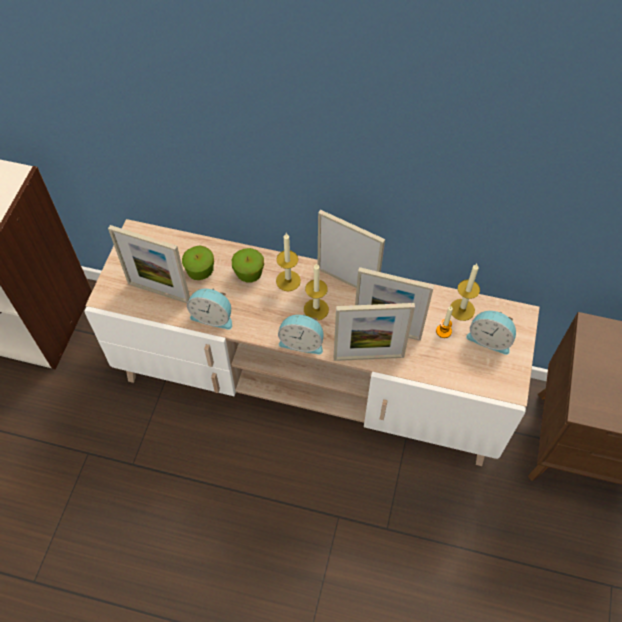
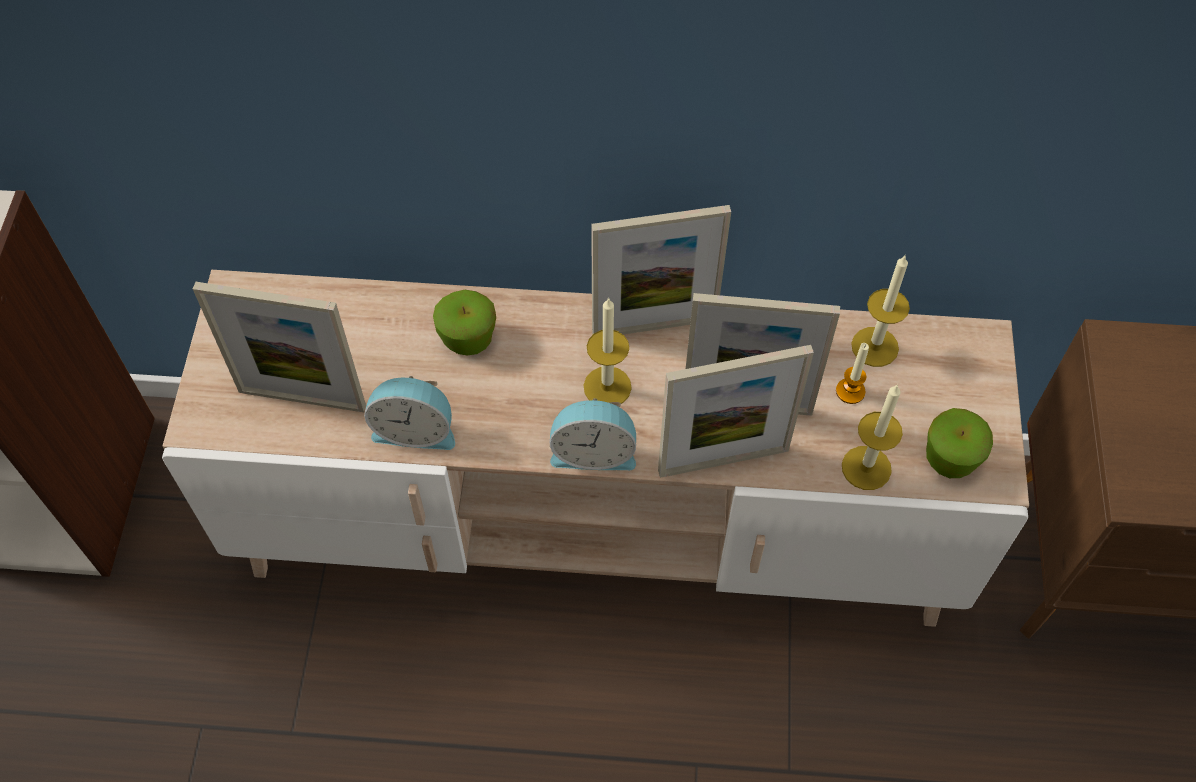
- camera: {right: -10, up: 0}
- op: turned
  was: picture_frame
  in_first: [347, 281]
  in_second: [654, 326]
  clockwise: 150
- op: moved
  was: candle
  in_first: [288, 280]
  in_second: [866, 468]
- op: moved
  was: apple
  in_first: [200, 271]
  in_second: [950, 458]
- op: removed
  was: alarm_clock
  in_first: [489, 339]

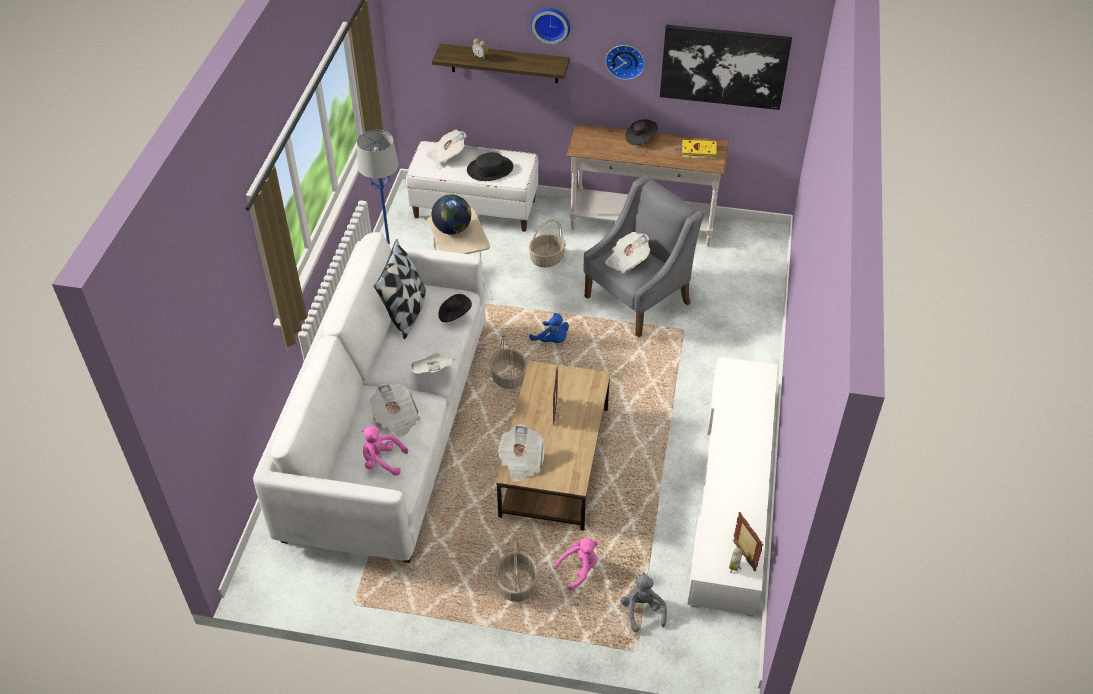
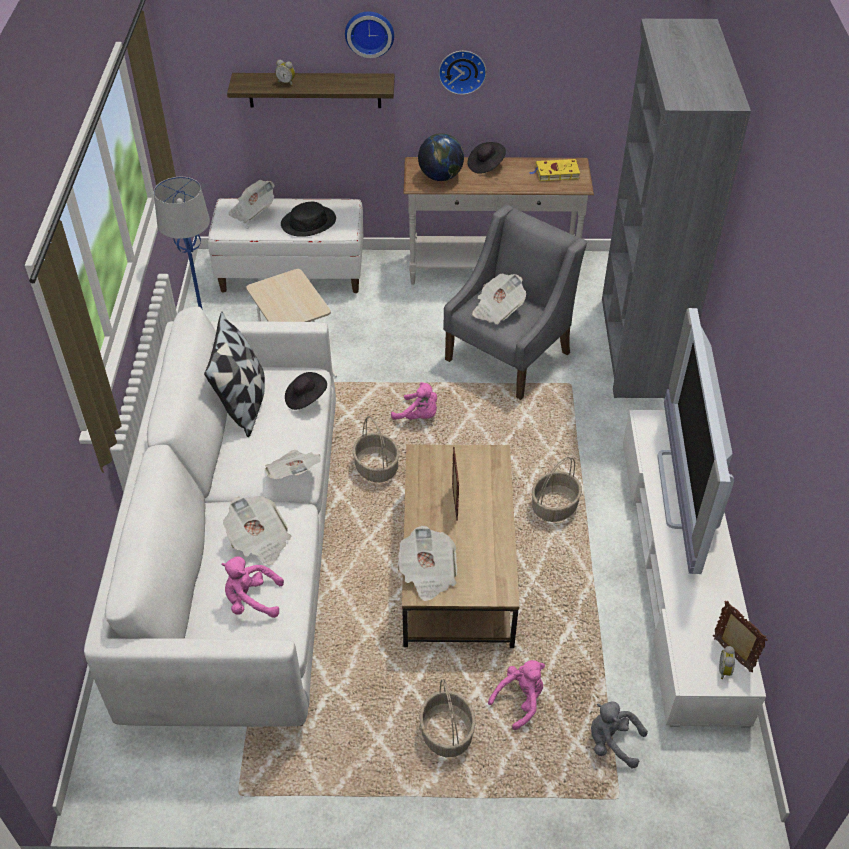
- camera: {right: -10, up: 0}
- op: removed
  was: picture
  in_first: [724, 66]
- op: moved
  was: globe
  in_first: [452, 229]
  in_second: [440, 177]
- op: moved
  was: basket
  in_first: [547, 258]
  in_second: [554, 506]
- op: recoloured
  was: blue_plush_toy
  now: pink_plush_toy
  in_first: [552, 340]
  in_second: [418, 416]
- op: turned
  was: grey_plush_toy
  in_first: [642, 611]
  in_second: [612, 742]
  clockwise: -45
- op: added
  now: grey_bookcase
  in_second: [638, 347]
- op: added
  now: television
  in_second: [682, 490]

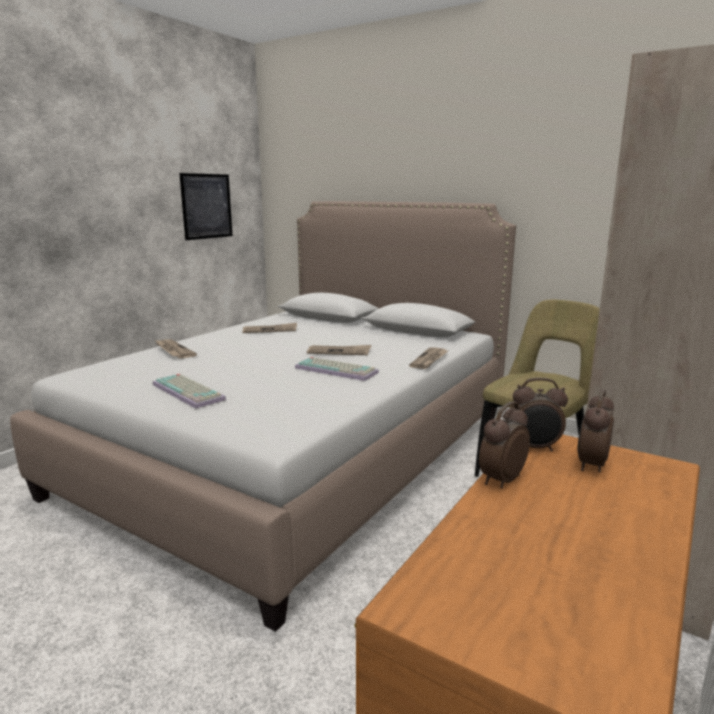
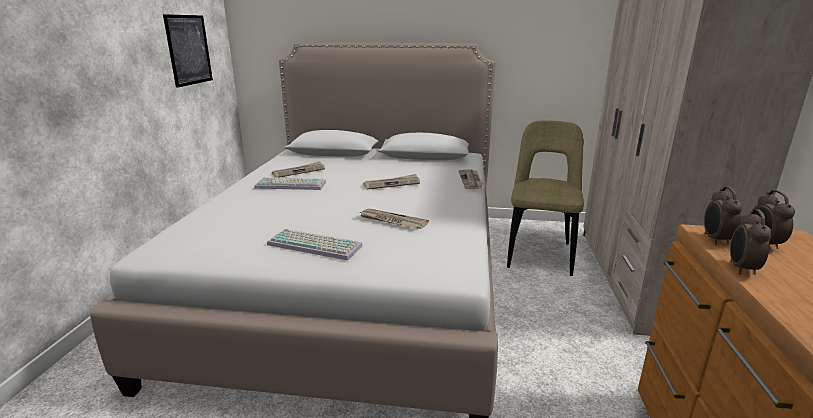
- camera: {right: -25, up: 5}
- op: moved
  was: newspaper
  in_first: [173, 350]
  in_second: [392, 221]
- op: moved
  was: keyboard
  in_first: [338, 370]
  in_second: [292, 185]
- op: turned
  was: alarm_clock
  in_first: [534, 448]
  in_second: [715, 240]
  clockwise: 120

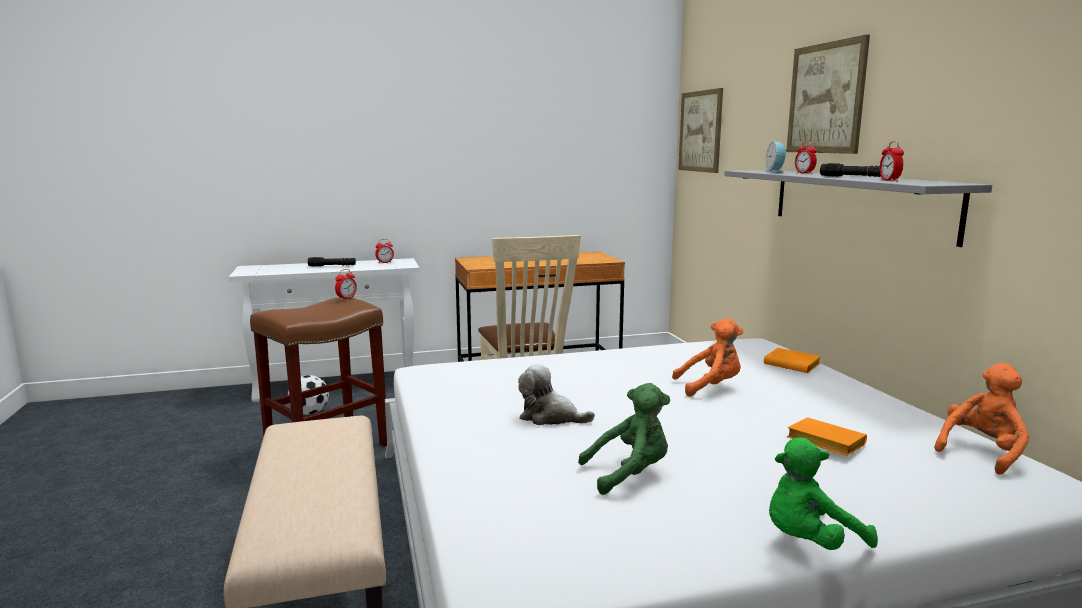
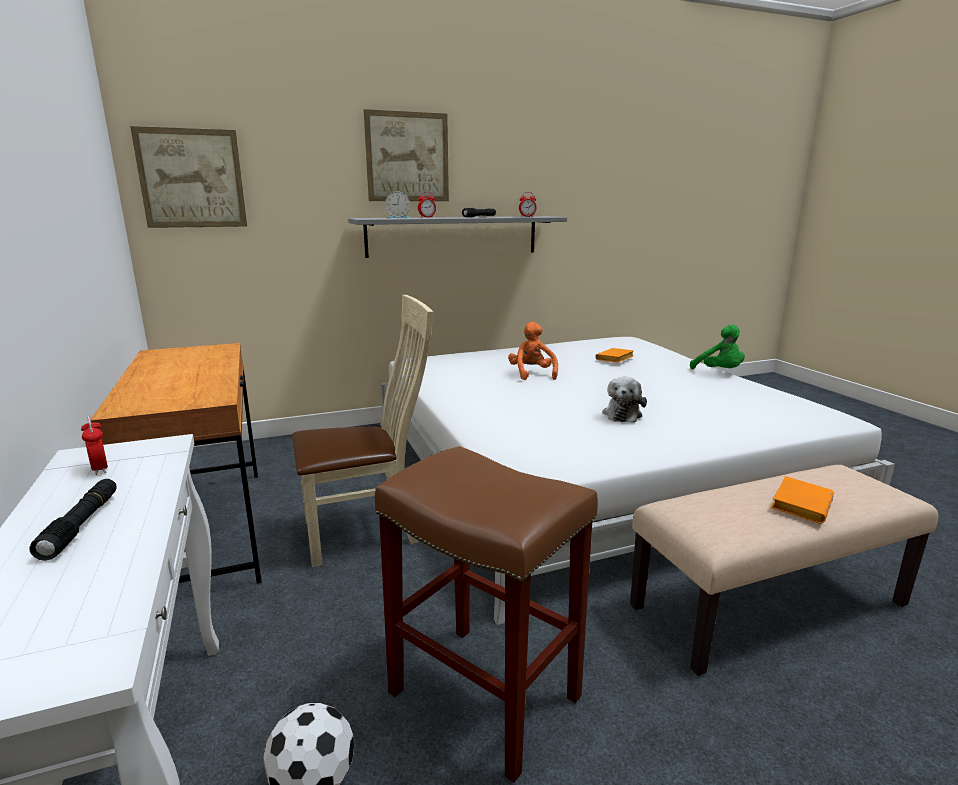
- camera: {right: -95, up: 5}
- op: removed
  was: alarm_clock
  in_first: [346, 298]
- op: moved
  was: orange_book
  in_first: [793, 365]
  in_second: [799, 504]
- op: removed
  was: orange_plush_toy
  in_first: [982, 452]
- op: removed
  was: green_plush_toy
  in_first: [629, 474]

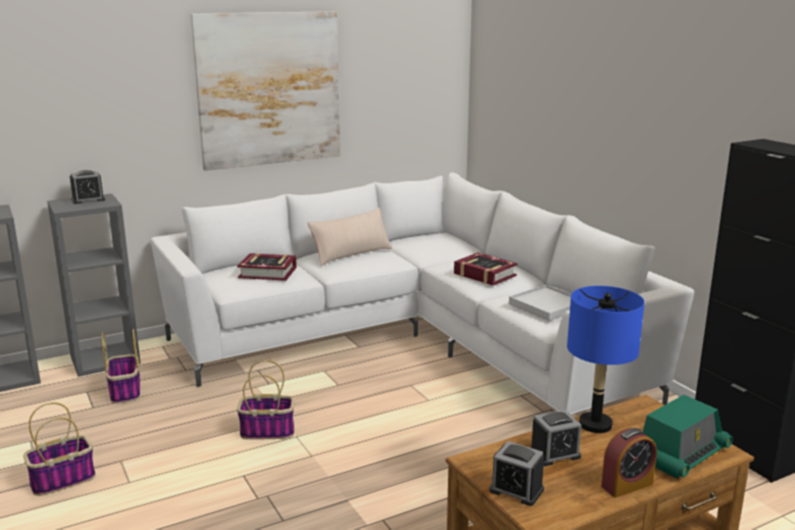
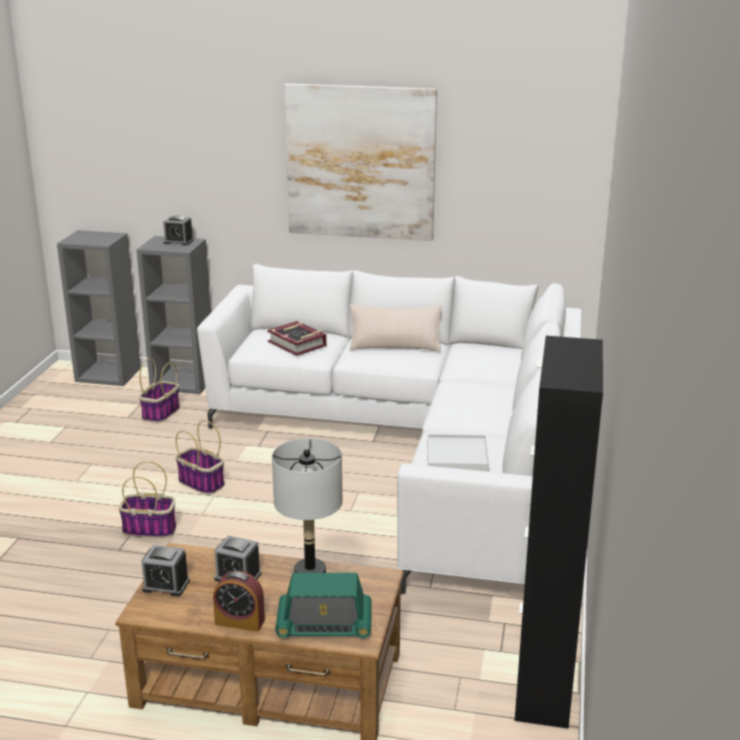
- camera: {right: 40, up: 5}
- op: removed
  was: book
  in_first: [484, 275]
- op: recoloured
  was: blue_table_lamp
  now: grey_table_lamp
  in_first: [595, 425]
  in_second: [310, 572]
- op: moved
  was: basket
  in_first: [63, 480]
  in_second: [150, 529]
- op: turned
  was: alarm_clock
  in_first: [516, 490]
  in_second: [166, 585]
  clockwise: -60

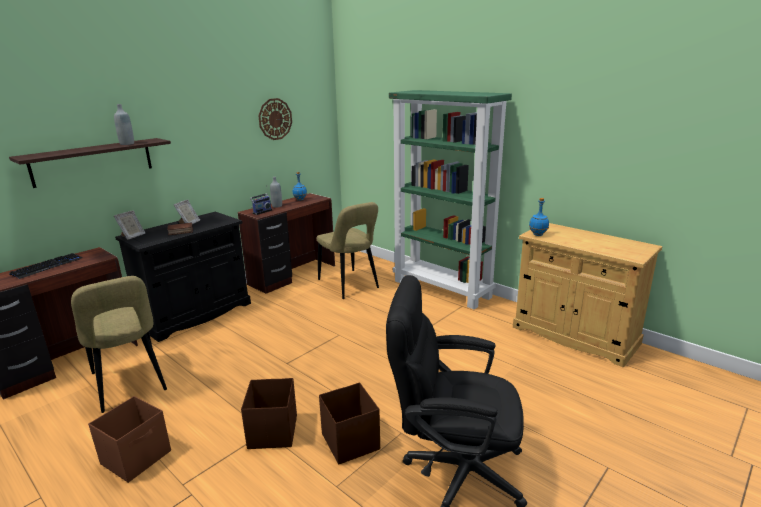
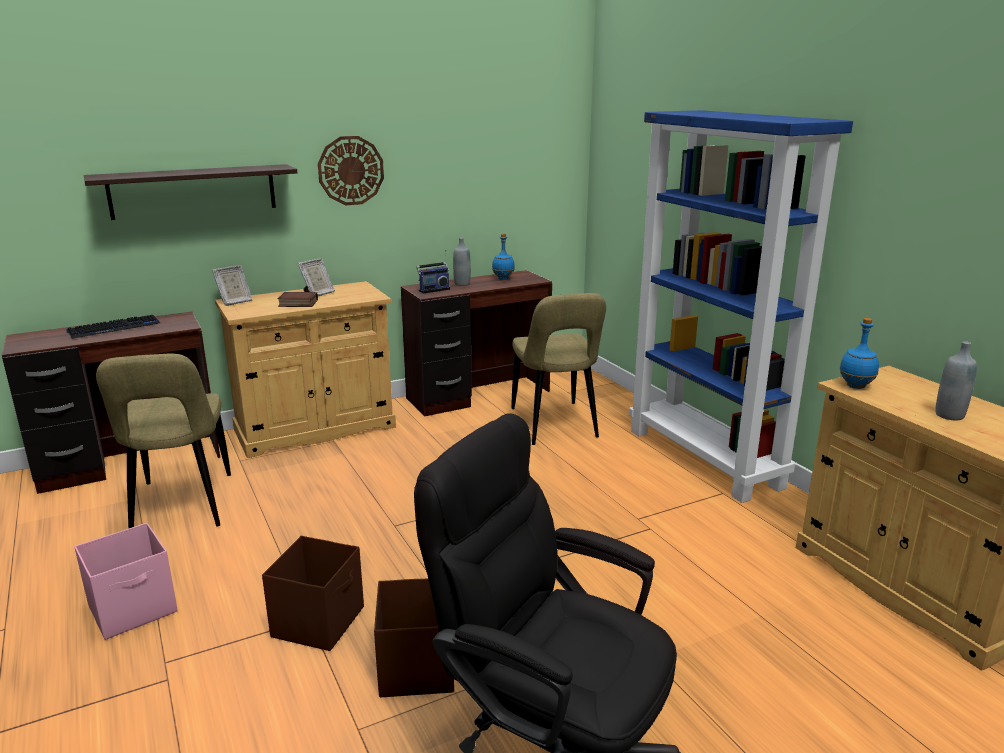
- camera: {right: 20, up: 0}
- op: recoloured
  was: green_bookcase
  now: blue_bookcase
  in_first: [443, 289]
  in_second: [705, 458]
- op: moved
  was: wall_clock
  in_first: [275, 119]
  in_second: [351, 170]
- op: moved
  was: grey_bottle
  in_first: [127, 144]
  in_second: [949, 415]
- op: recoloured
  was: black_cabinet
  now: beige_cabinet
  in_first: [196, 314]
  in_second: [315, 429]
- op: recoloured
  was: brown_storage_box
  now: pink_storage_box
  in_first: [137, 457]
  in_second: [134, 609]

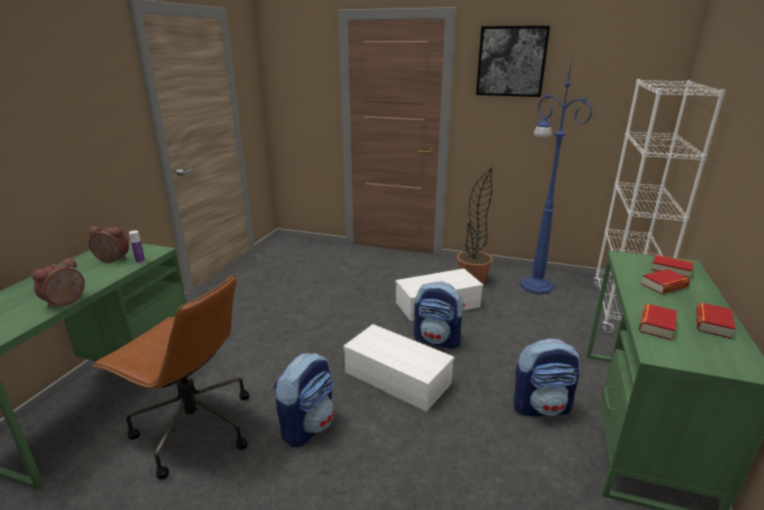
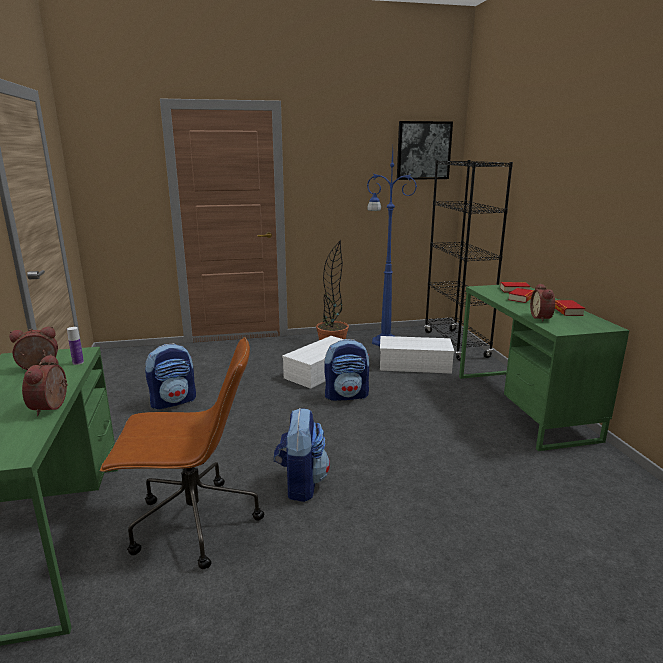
- camera: {right: -30, up: -5}
- op: moved
  was: picture
  in_first: [511, 61]
  in_second: [423, 150]
- op: recoloured
  was: white_bookcase
  now: black_bookcase
  in_first: [621, 310]
  in_second: [456, 344]
- op: replaced
  was: book
  now: alarm_clock
  in_first: [656, 325]
  in_second: [542, 318]
- op: moved
  was: white_storage_box
  in_first: [399, 377]
  in_second: [415, 364]
- op: moved
  was: backpack
  in_first: [541, 407]
  in_second: [173, 401]

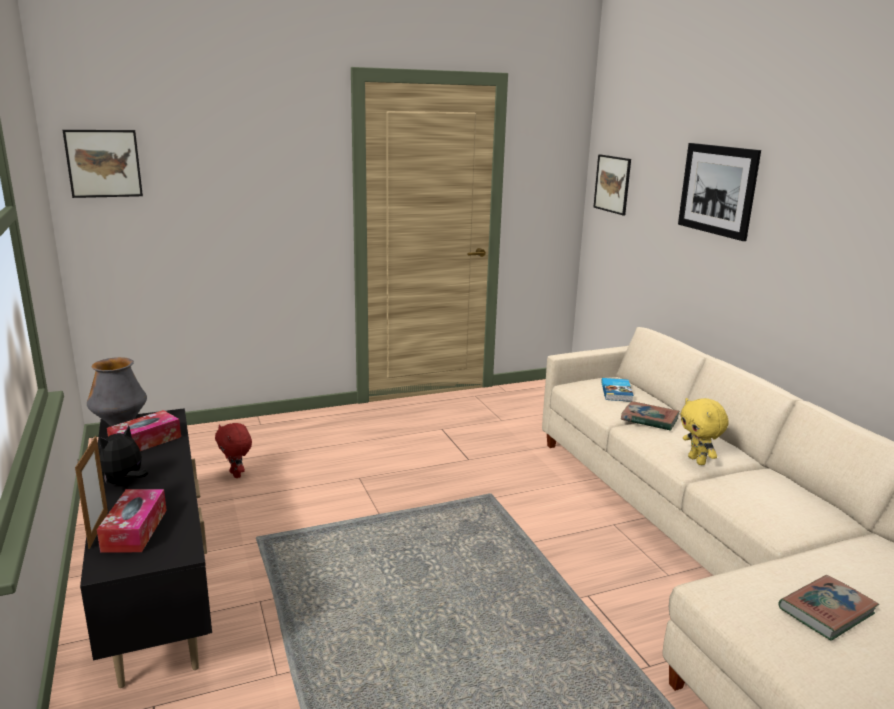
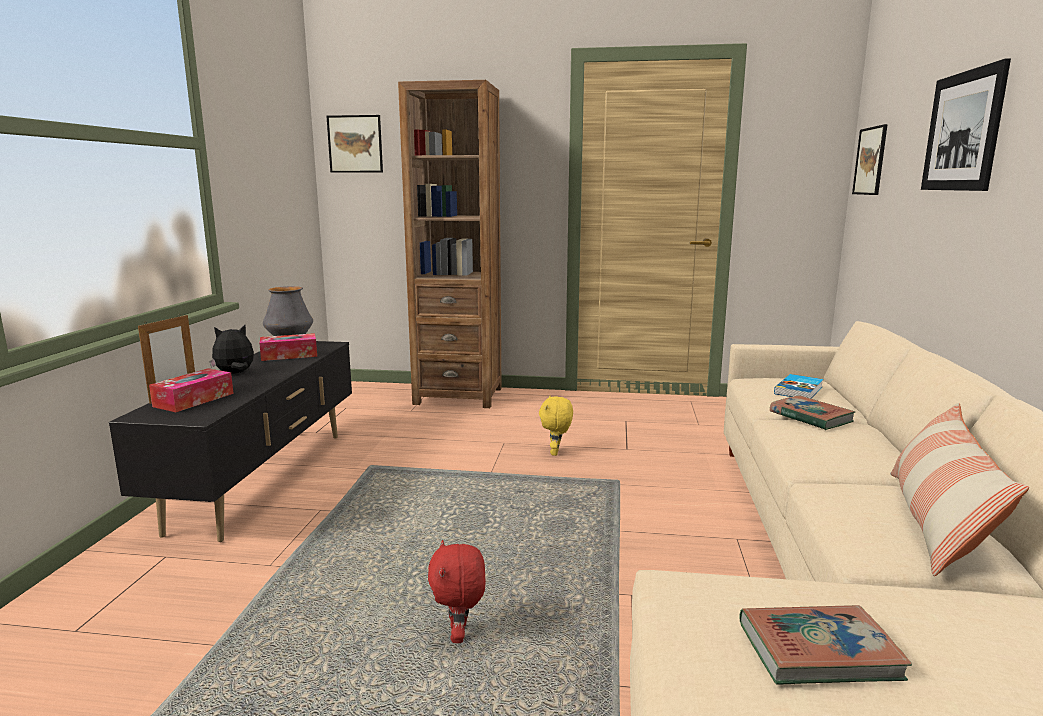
- camera: {right: 30, up: -5}
- op: moved
  was: yellow_plush_toy
  in_first: [698, 461]
  in_second: [556, 452]
- op: moved
  was: red_plush_toy
  in_first: [236, 474]
  in_second: [459, 635]
- op: added
  now: brown_bookcase
  in_second: [458, 396]
- op: added
  now: pillow
  in_second: [936, 522]

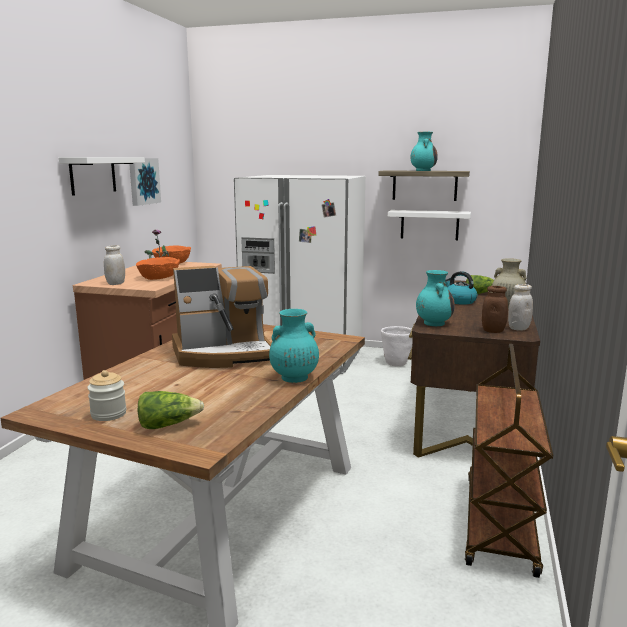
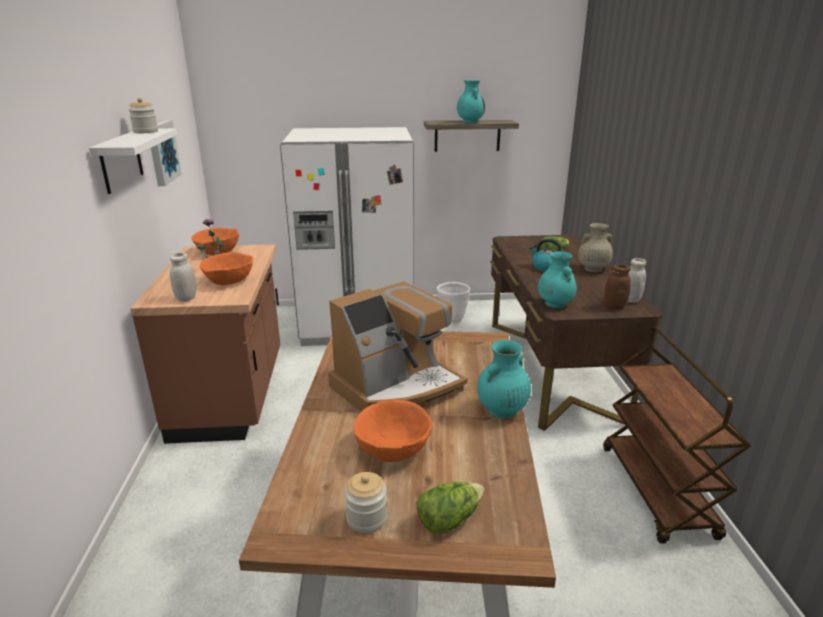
- camera: {right: -20, up: 10}
- op: removed
  was: white_shelf
  in_first: [429, 225]
- op: added
  now: jar
  in_second: [145, 132]
- op: added
  now: orange_bowl
  in_second: [392, 448]

